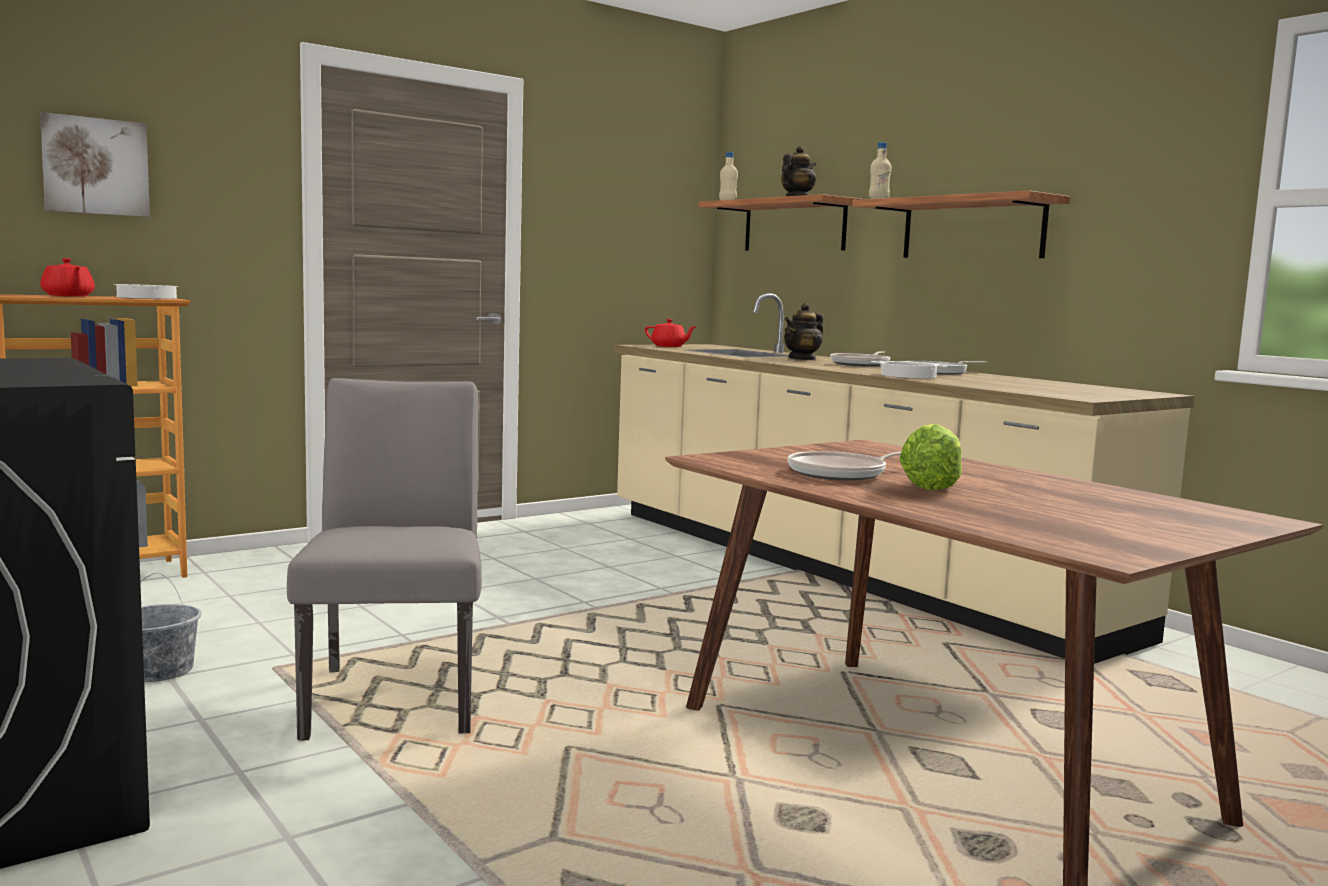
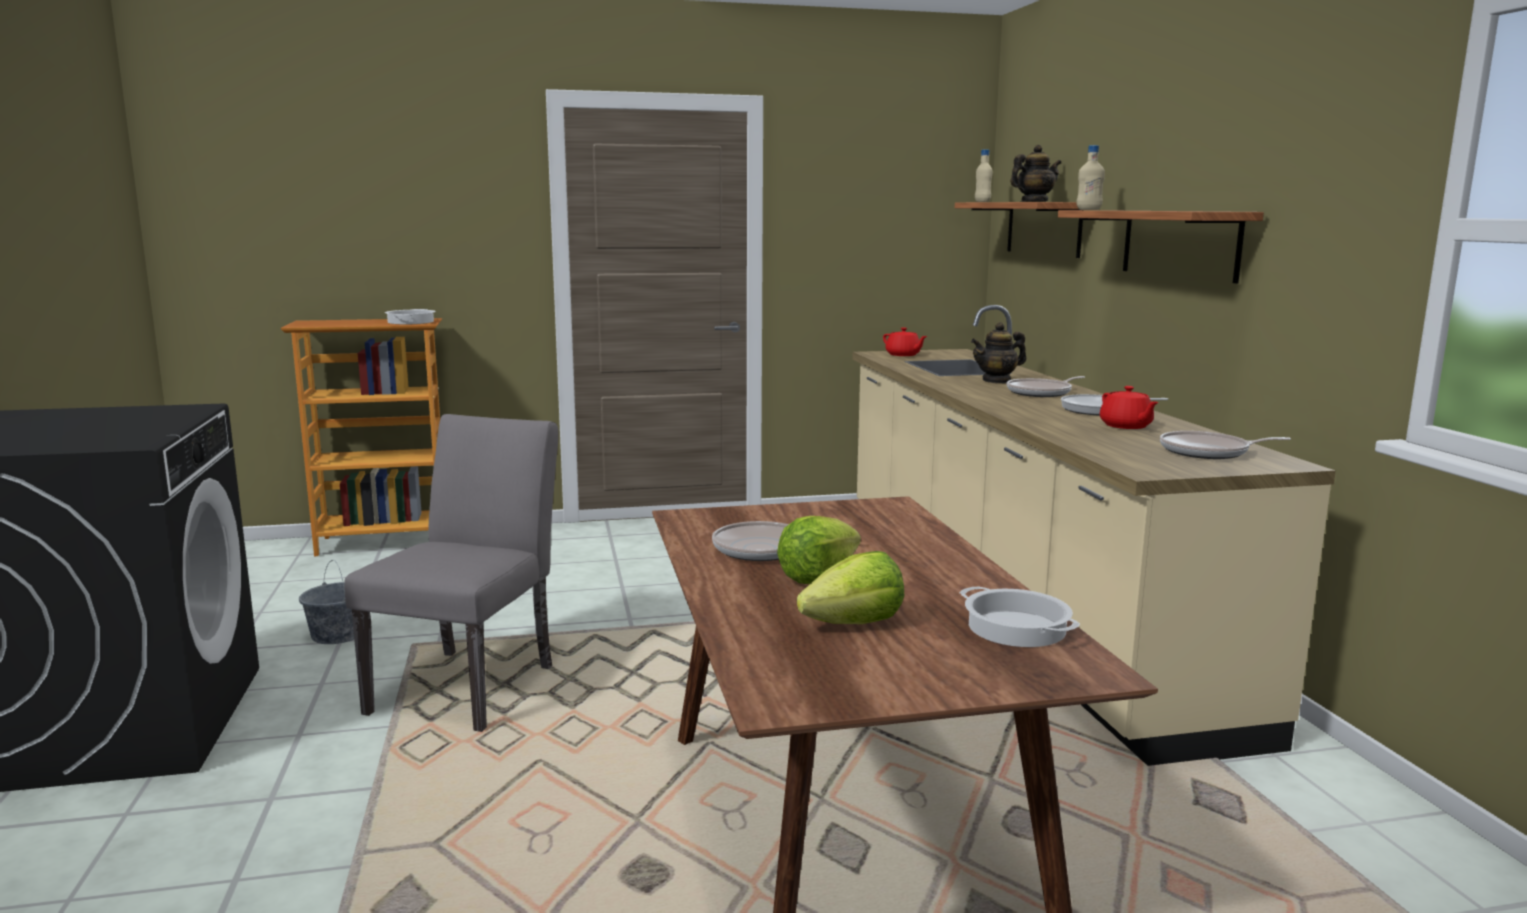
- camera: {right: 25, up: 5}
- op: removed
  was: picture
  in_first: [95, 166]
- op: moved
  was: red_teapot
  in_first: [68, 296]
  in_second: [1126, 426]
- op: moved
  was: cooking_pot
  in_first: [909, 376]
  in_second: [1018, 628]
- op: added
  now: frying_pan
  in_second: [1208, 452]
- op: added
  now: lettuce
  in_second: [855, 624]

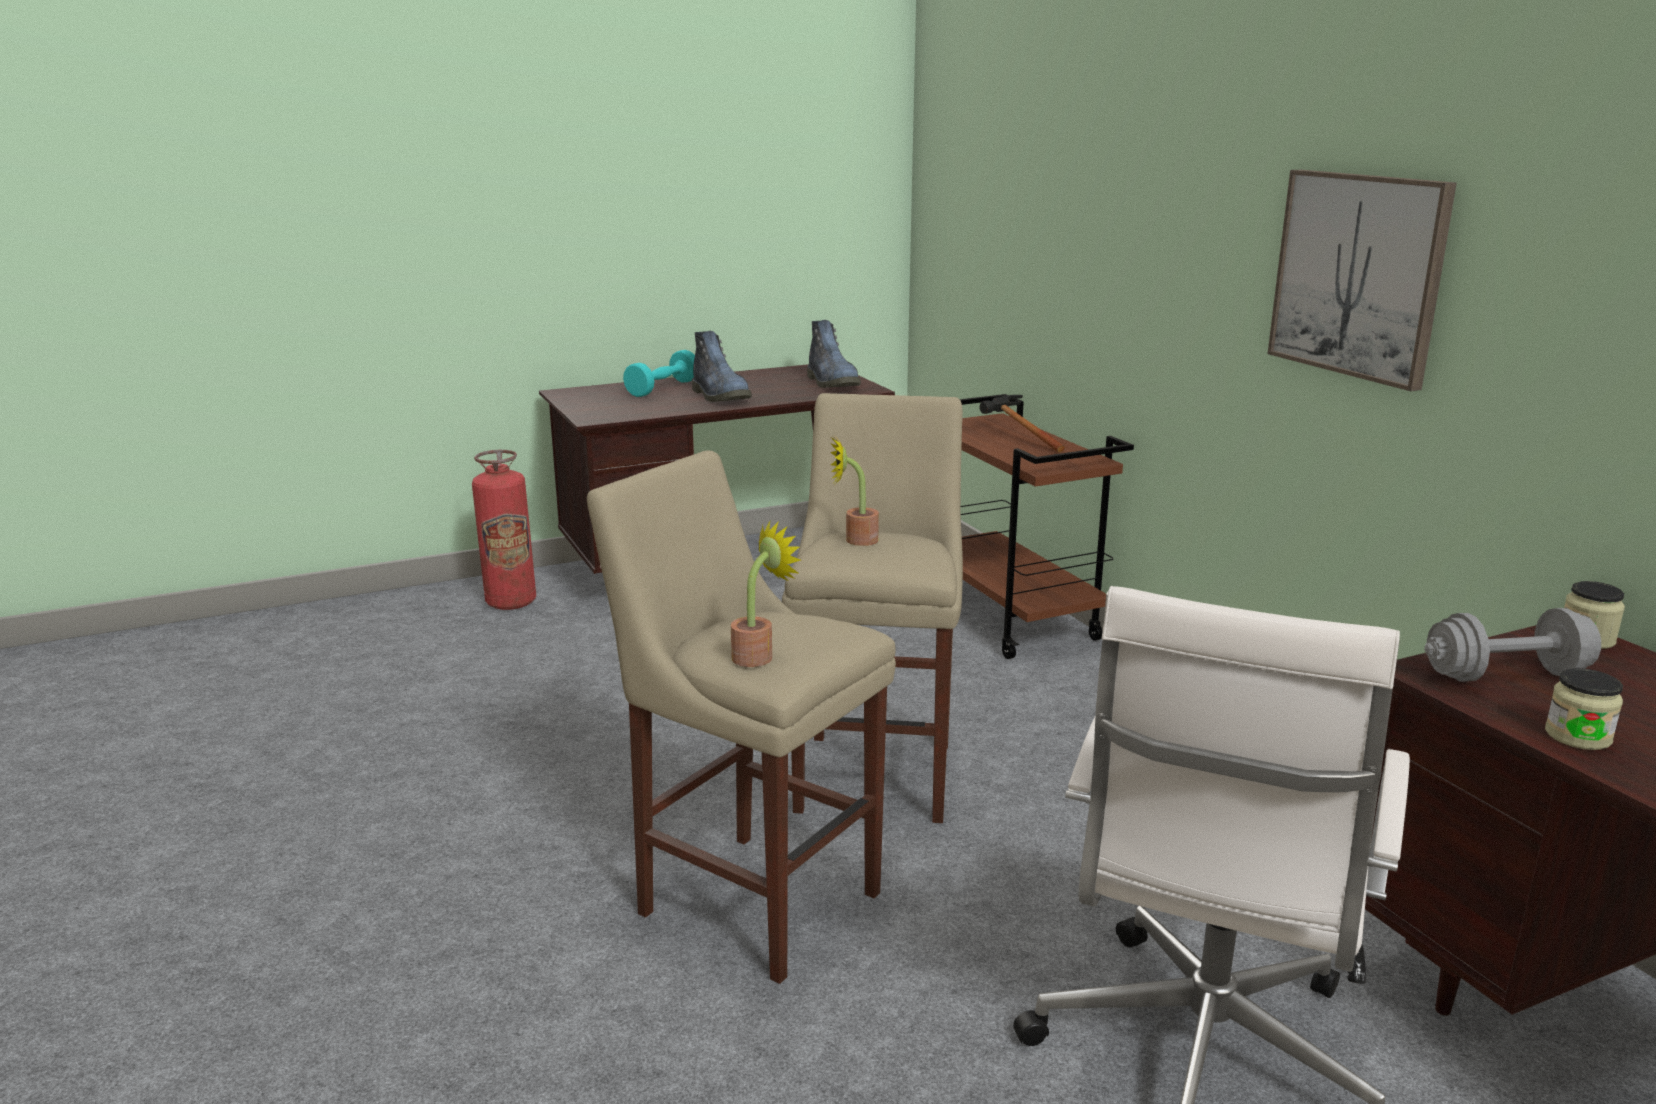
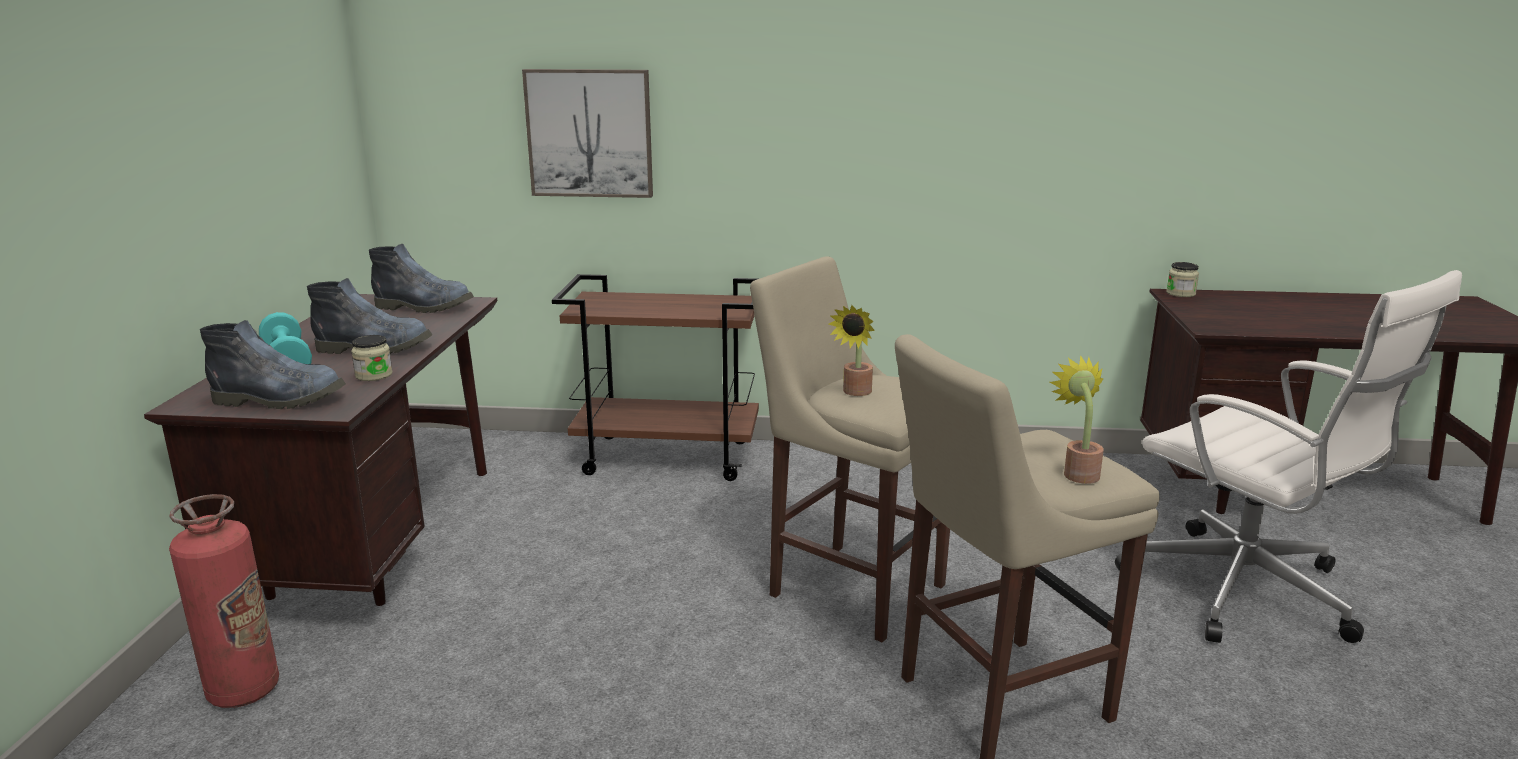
- camera: {right: -60, up: 0}
- op: moved
  was: picture
  in_first: [1358, 275]
  in_second: [590, 133]
- op: removed
  was: hammer
  in_first: [1016, 438]
- op: removed
  was: grey_dumbbell
  in_first: [1506, 675]
- op: moved
  was: jar
  in_first: [1578, 736]
  in_second: [374, 375]
- op: added
  now: boot
  in_second: [282, 399]

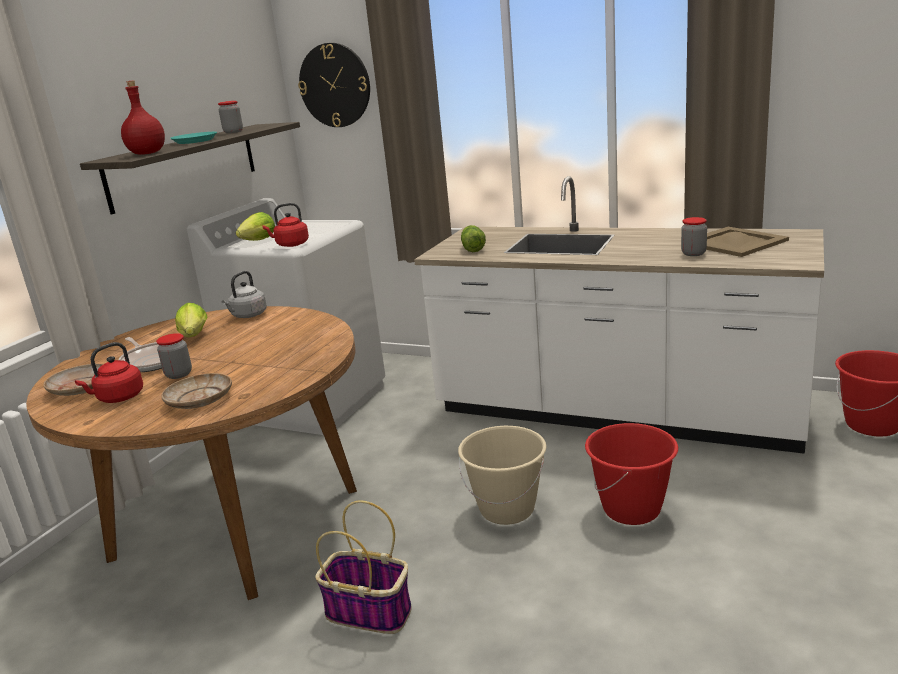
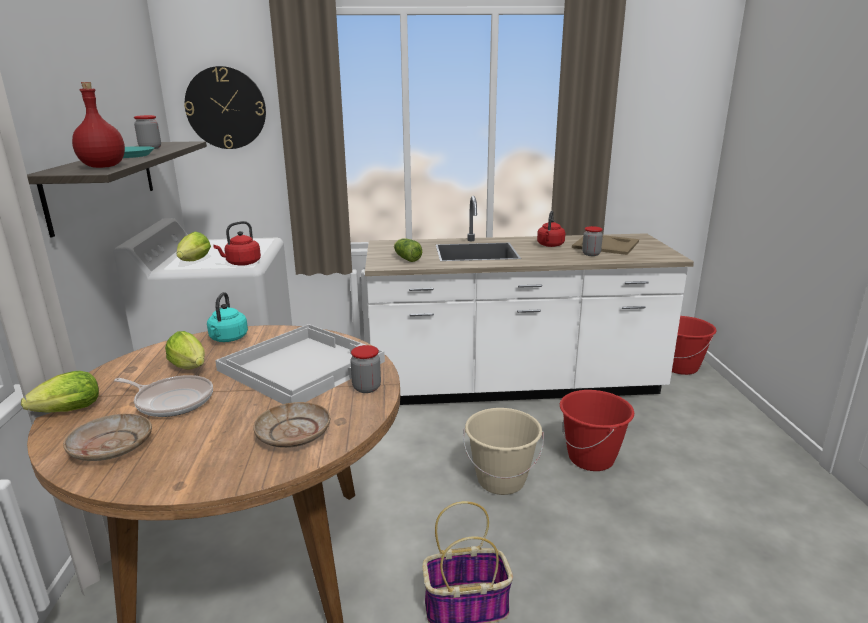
- camera: {right: -30, up: 0}
- op: recoloured
  was: grey_kettle
  now: turquoise_kettle
  in_first: [248, 316]
  in_second: [228, 339]
- op: moved
  was: jar
  in_first: [179, 374]
  in_second: [366, 388]
- op: moved
  was: red_kettle
  in_first: [118, 398]
  in_second: [550, 245]
- op: added
  now: white_tray
  in_second: [302, 365]
- op: added
  now: lettuce
  in_second: [65, 412]

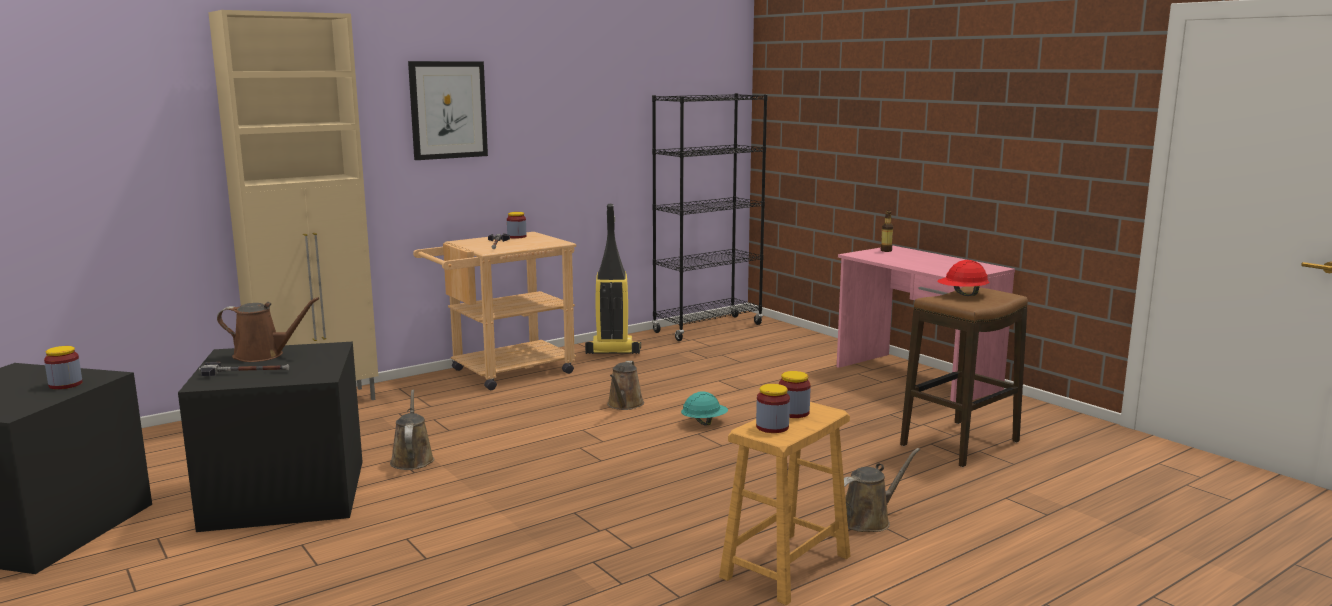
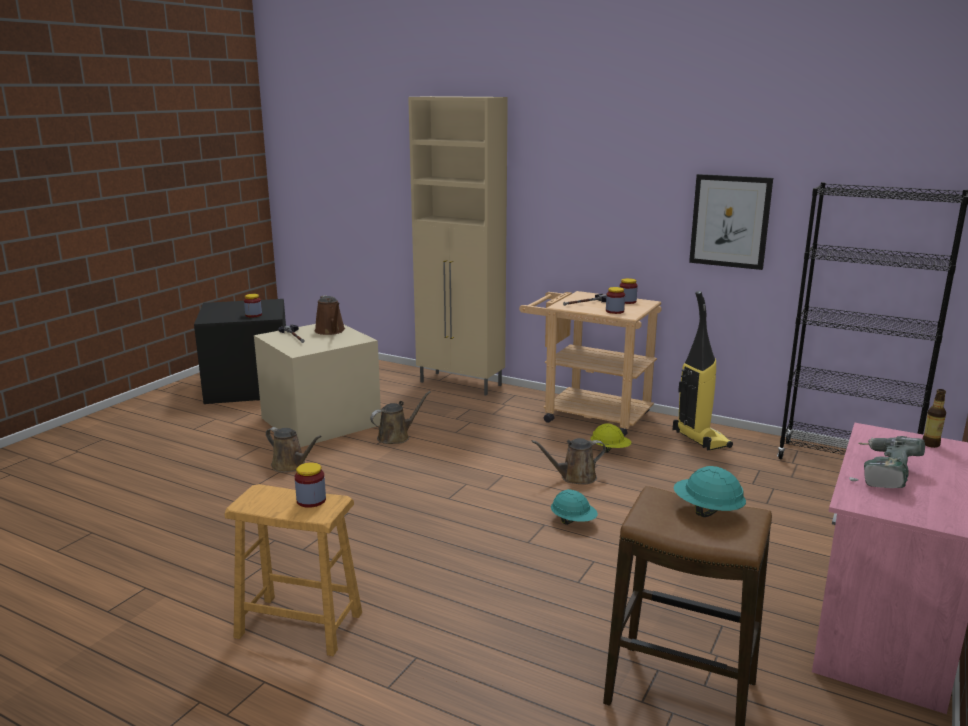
- camera: {right: 65, up: 5}
- op: moved
  was: picture
  in_first: [448, 110]
  in_second: [730, 221]
- op: recoloured
  was: red_hard_hat
  now: turquoise_hard_hat
  in_first: [962, 295]
  in_second: [707, 511]
- op: recoloured
  was: black_storage_box
  now: beige_storage_box
  in_first: [283, 493]
  in_second: [321, 420]
- op: moved
  was: jar
  in_first: [772, 427]
  in_second: [614, 311]
- op: moved
  was: brown_watering_can
  in_first: [868, 520]
  in_second: [291, 465]
- op: added
  now: yellow_hard_hat
  in_second: [610, 450]
- op: added
  now: power_drill
  in_second: [882, 474]

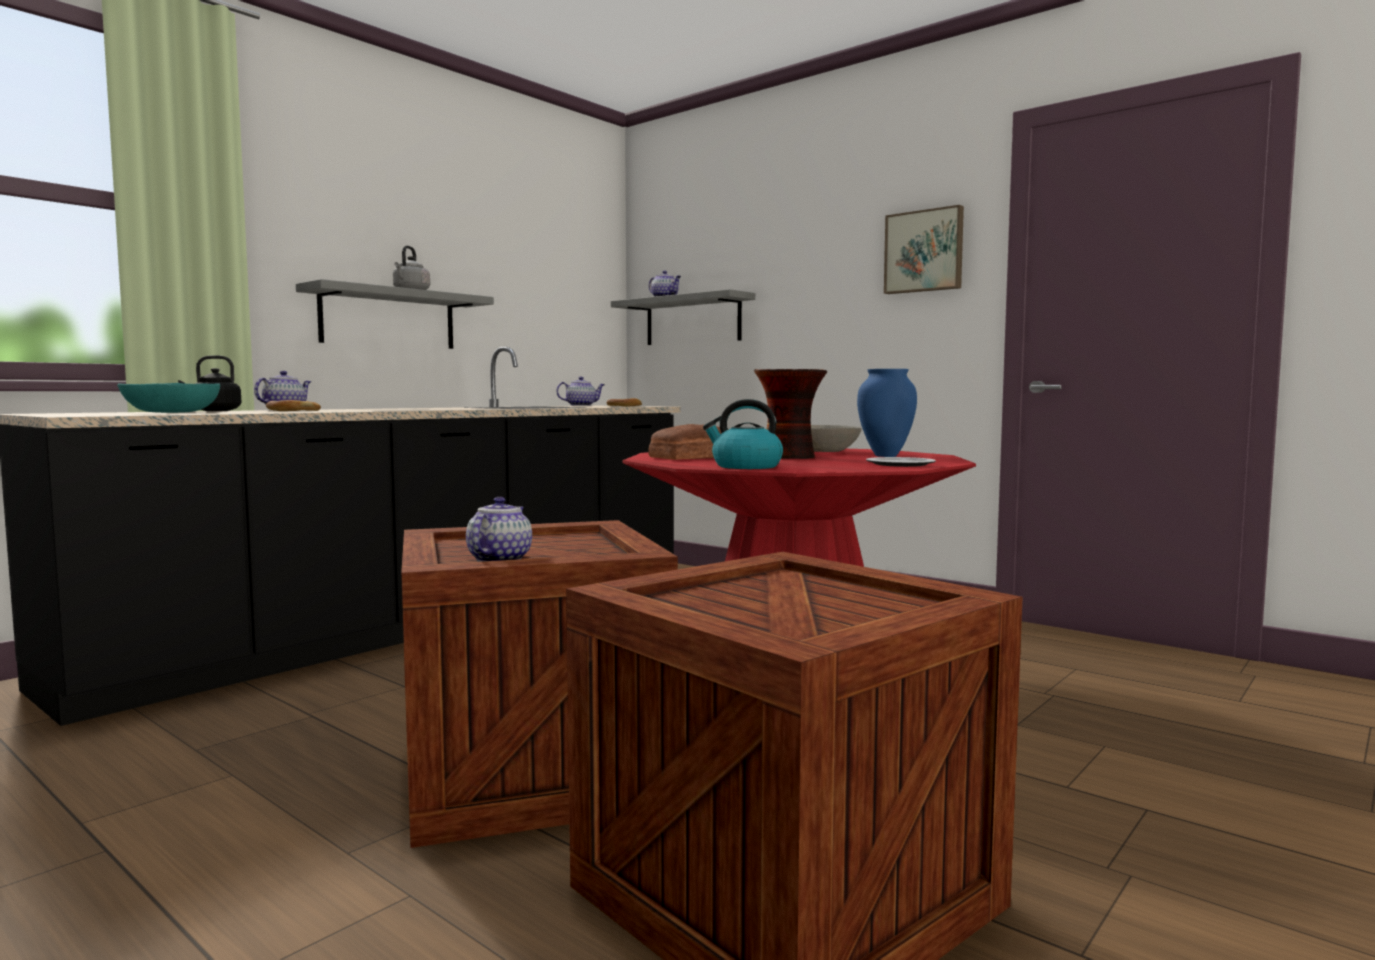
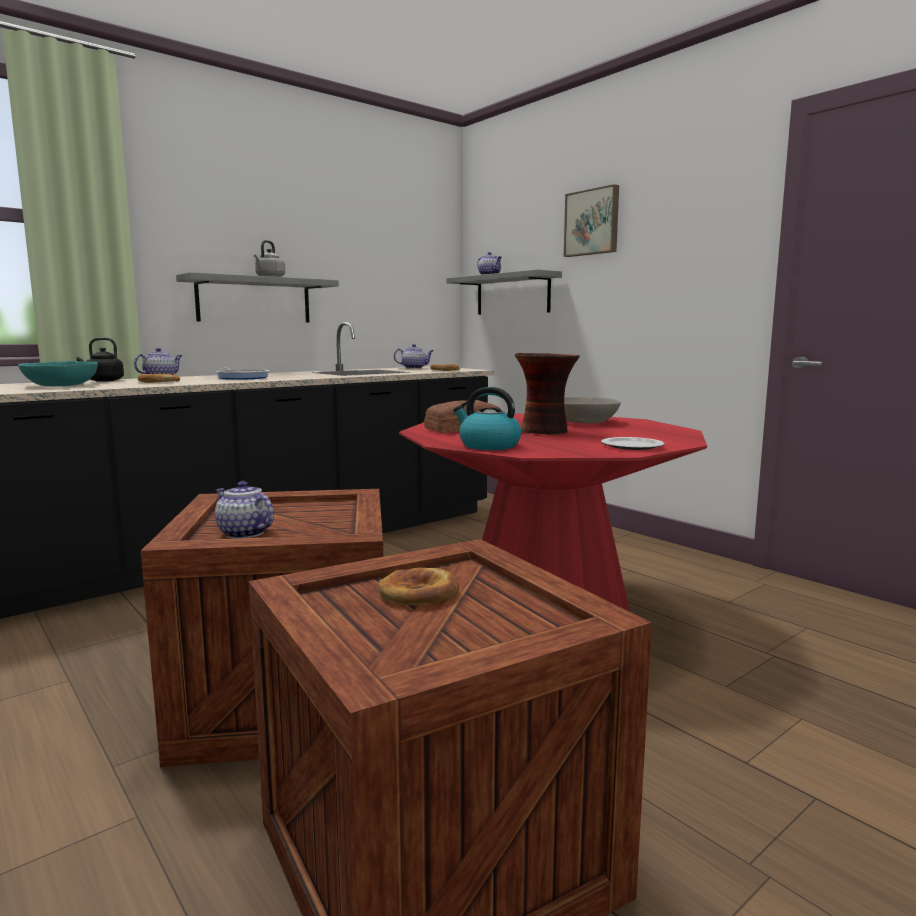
- camera: {right: 10, up: 5}
- op: moved
  was: picture
  in_first: [924, 251]
  in_second: [592, 222]
- op: removed
  was: blue_vase
  in_first: [886, 456]
- op: turned
  was: teapot
  in_first: [499, 559]
  in_second: [243, 533]
  clockwise: -75
- op: added
  now: frying_pan
  in_second: [242, 377]
- op: added
  now: bread
  in_second: [418, 593]

